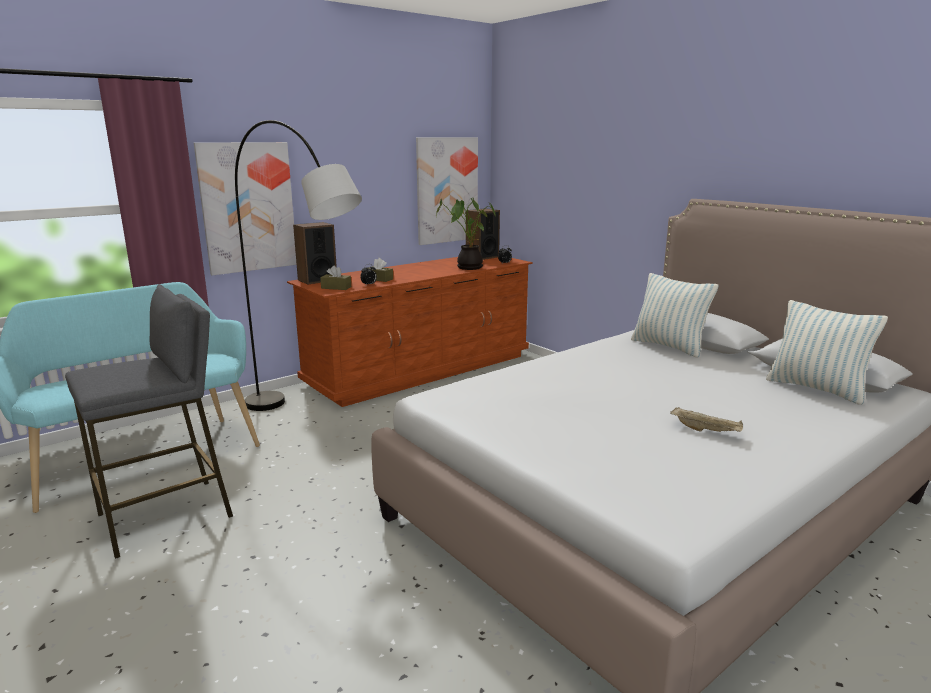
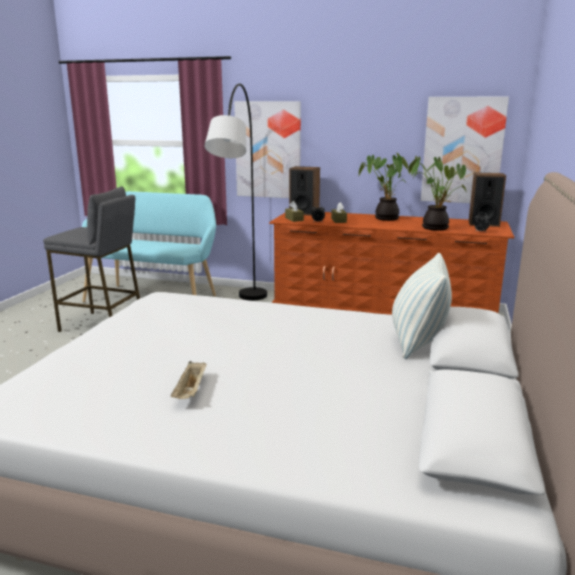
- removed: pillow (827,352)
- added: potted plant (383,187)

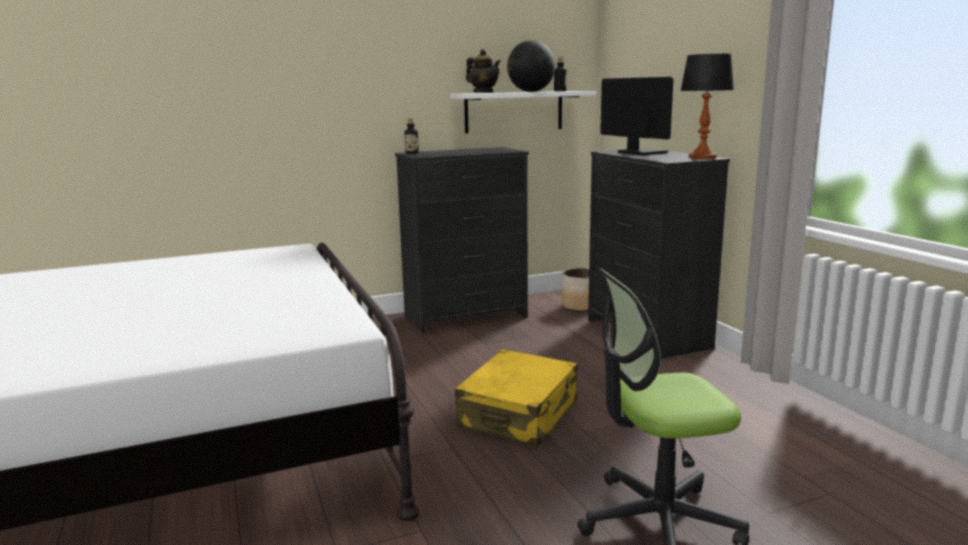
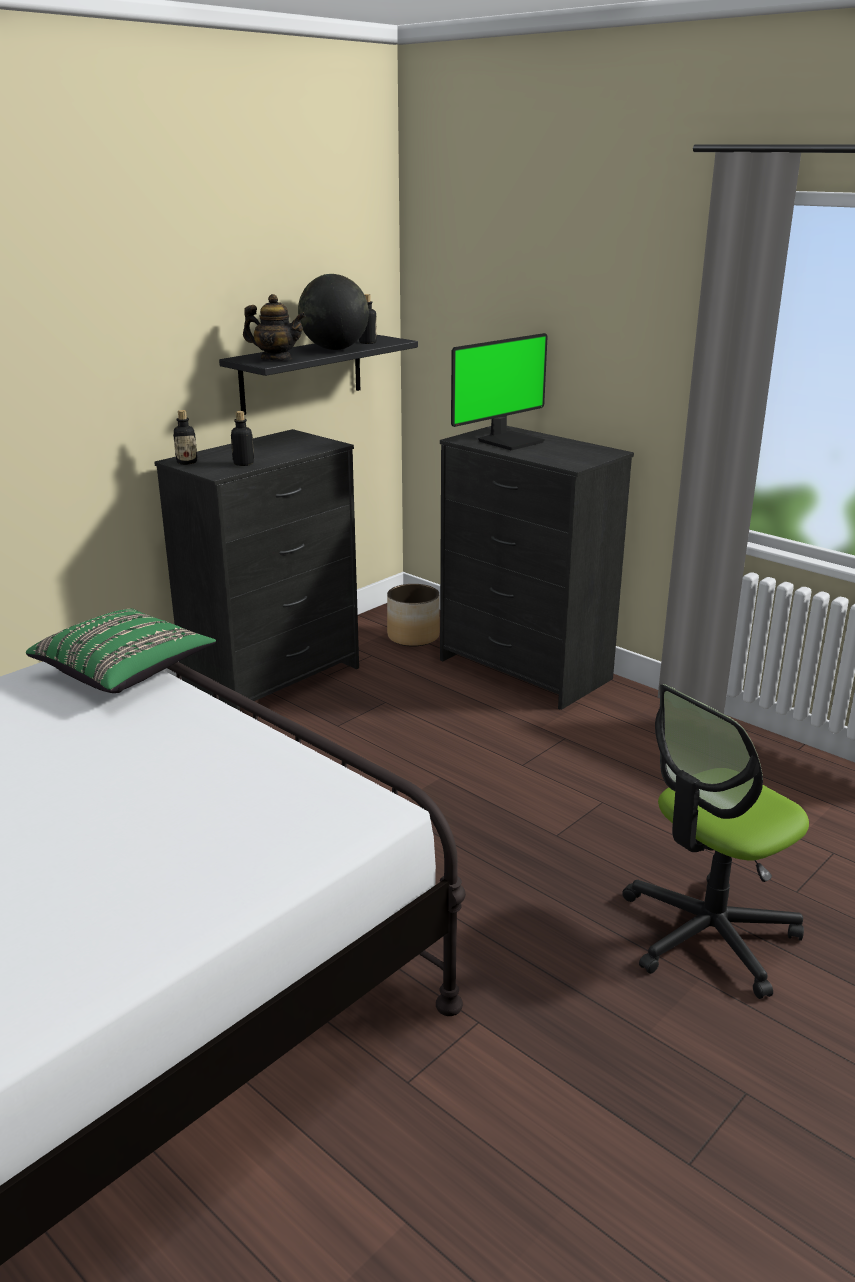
- removed: table lamp (707,106)
- turned: monitor (636,116) = (499,391) 105 degrees clockwise
- recoloured: white shelf (523,112) to black shelf (318,375)
- removed: yellow suitcase (516,398)
- added: bottle (242,438)
- added: green pillow (121,650)

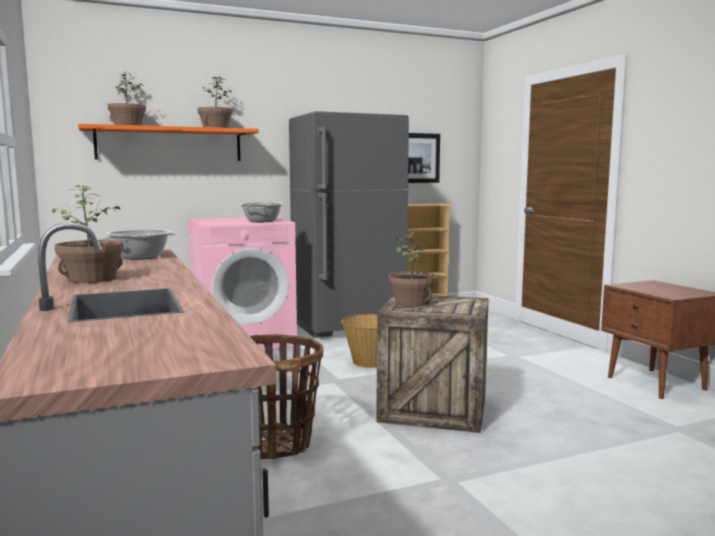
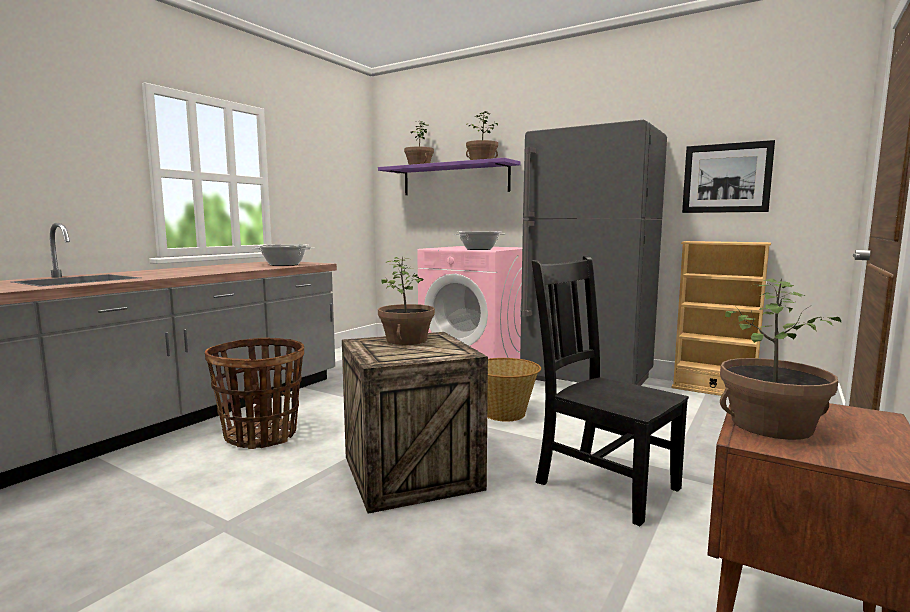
- recoloured: orange shelf (168,142) to purple shelf (449,176)
- moved: potted plant (88,234) to (781,359)
- added: black chair (610,391)

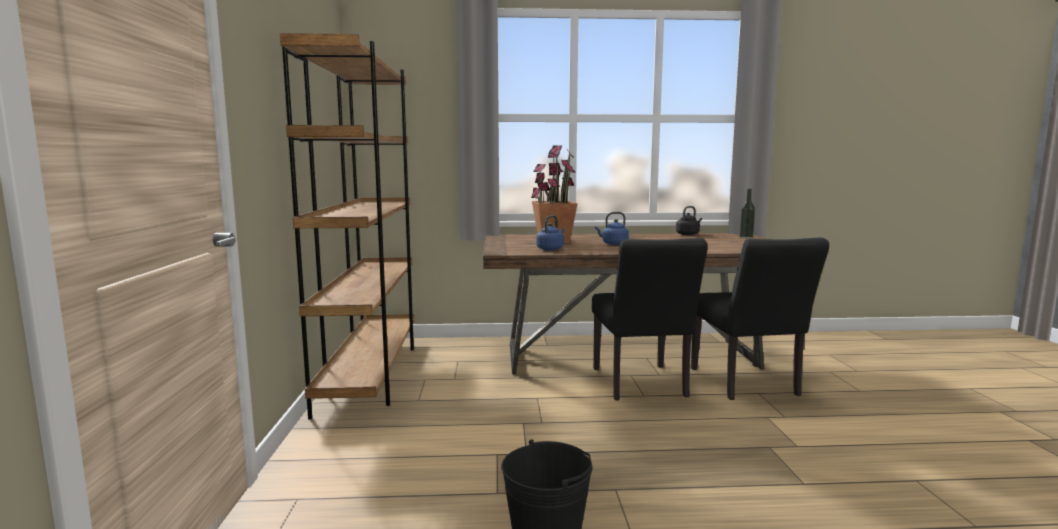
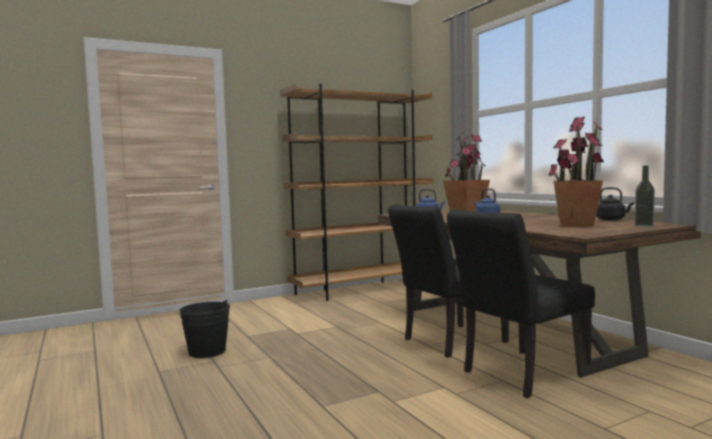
- added: potted plant (576,171)

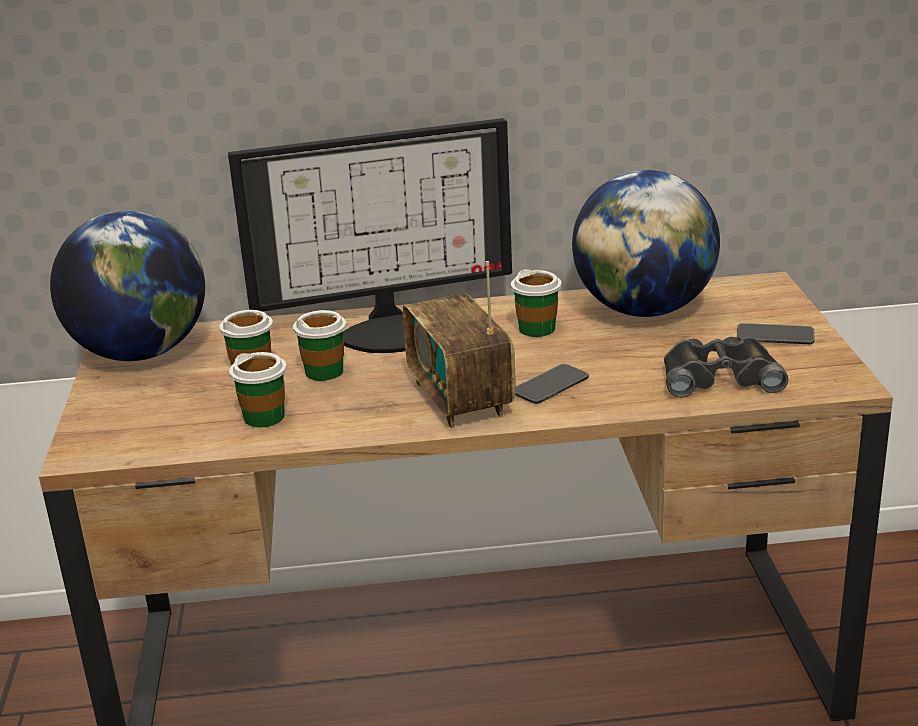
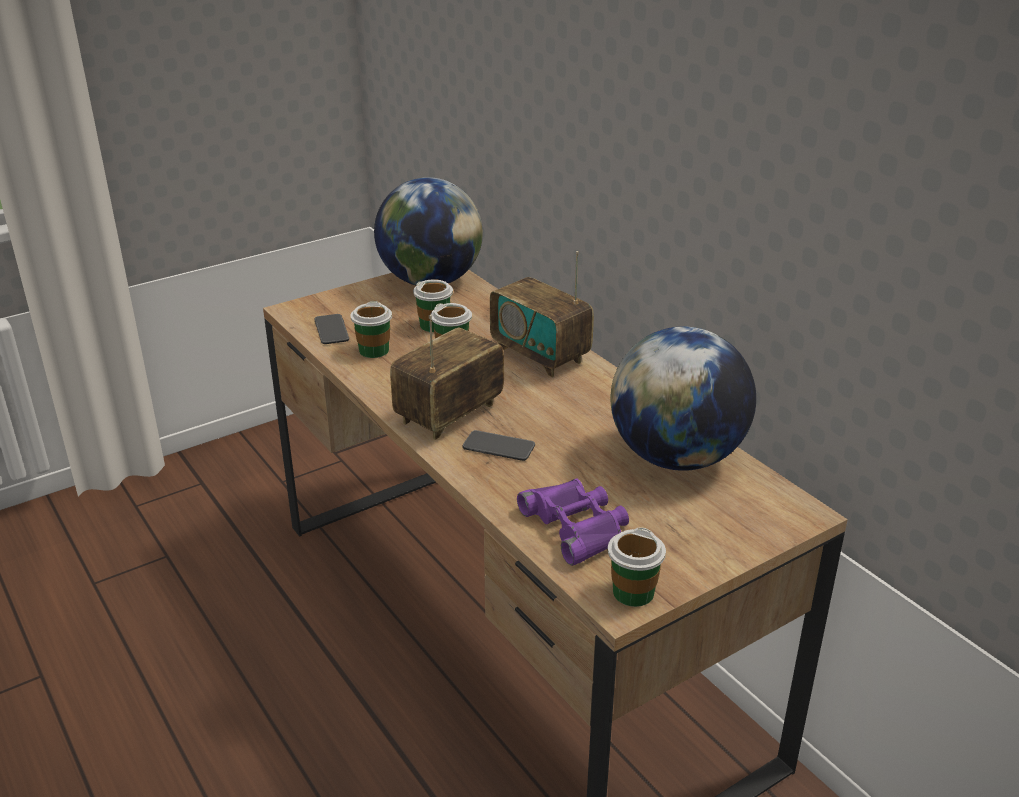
- replaced: monitor (370,235) to radio (542,314)
- moved: cup (536,303) to (637,567)
- moved: phone (776,333) to (331,329)
- recoloured: black binoculars (726,367) to purple binoculars (573,522)

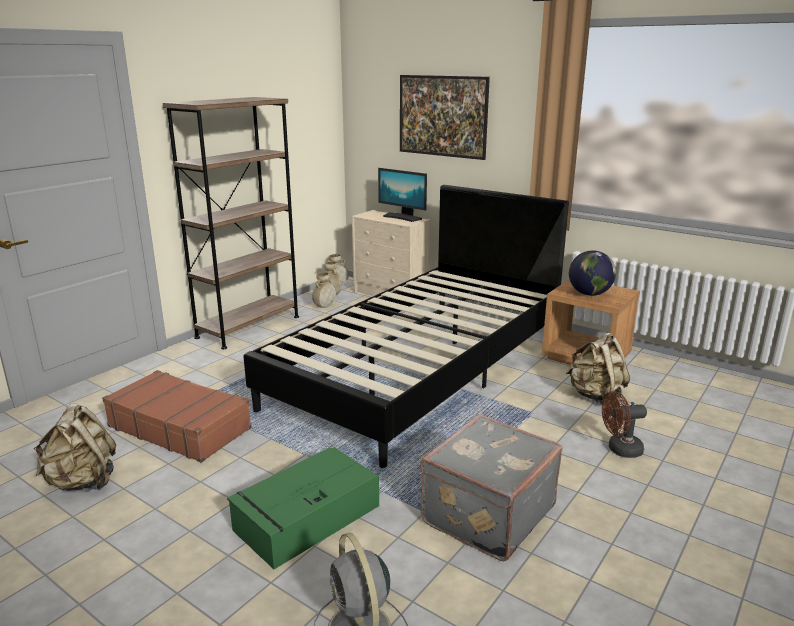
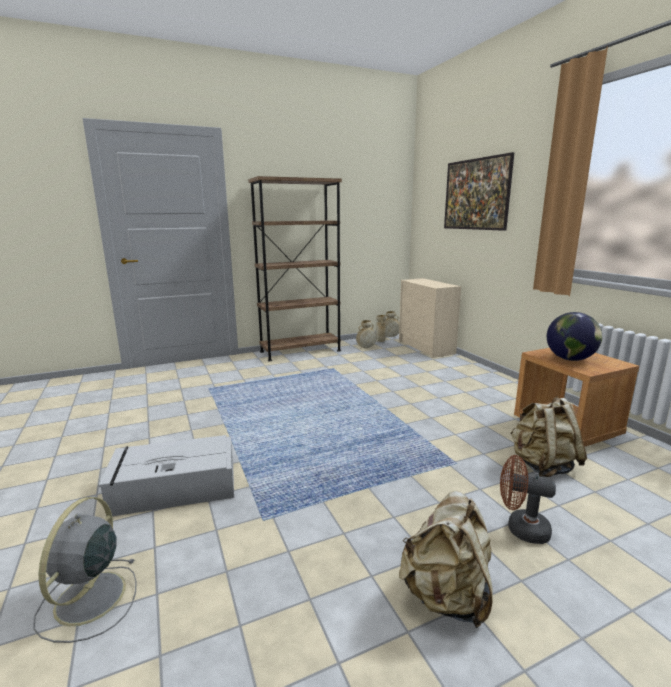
- removed: monitor (402,195)
- removed: black bed (406,326)
- removed: brown suitcase (177,416)
- moved: beige backpack (74,447) to (446,559)
- removed: grey suitcase (491,488)
- recoloured: green storage box (303,508) to grey storage box (166,475)

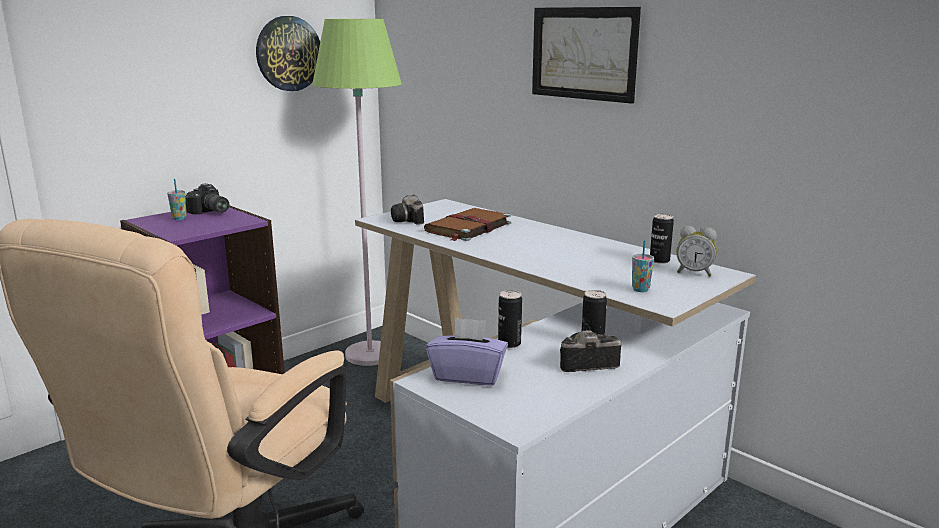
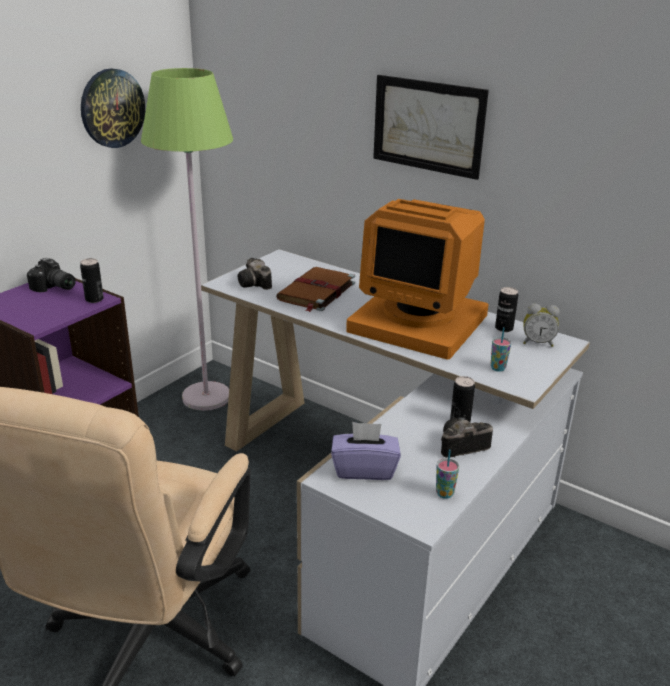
- moved: cup (177,199) to (447,474)
- moved: can (510,319) to (92,280)
- added: monitor (417,279)

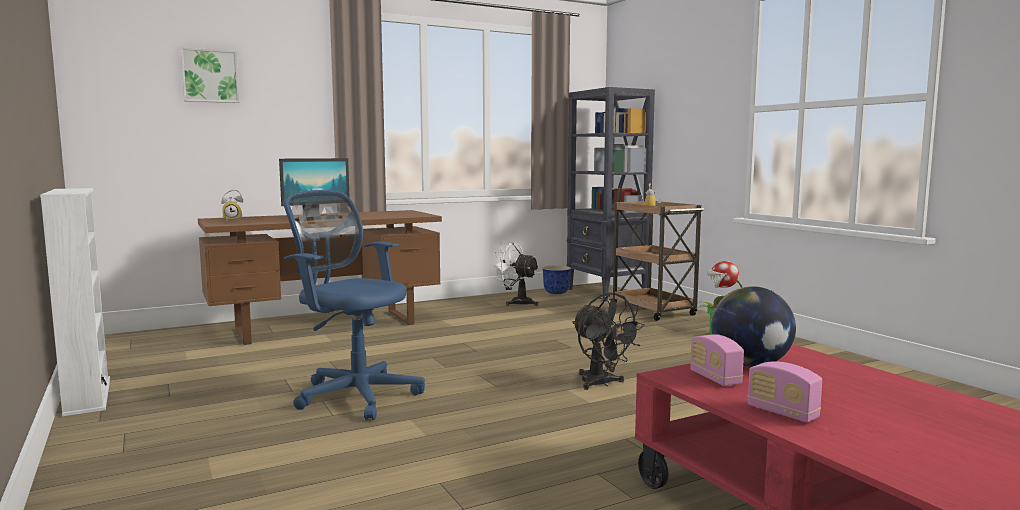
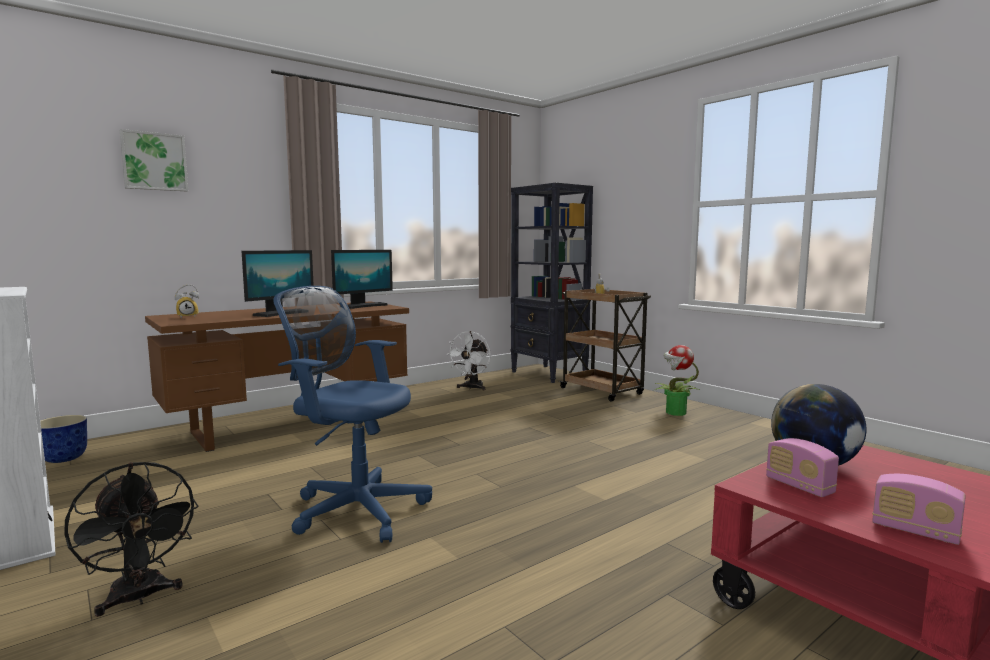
- turned: white fan (515,274) = (468,360) 90 degrees counterclockwise
- moved: planter (557,279) to (63,439)
- moved: black fan (608,341) to (131,539)
- added: monitor (362,279)

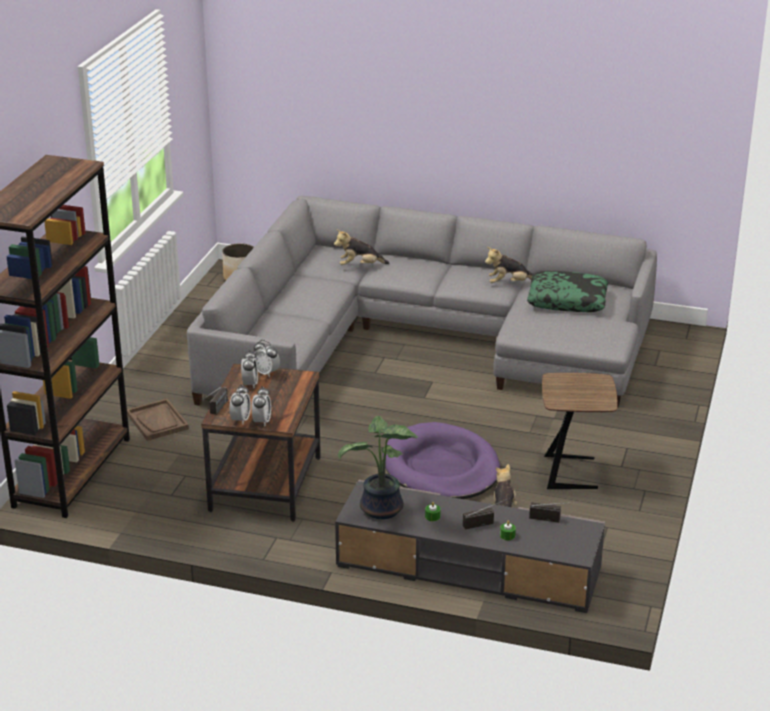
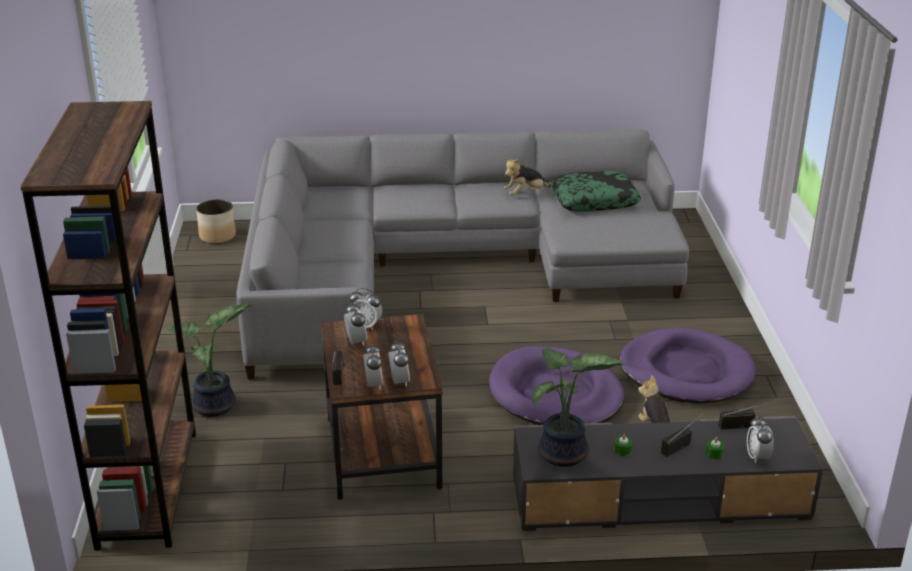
- removed: plush toy (361,247)
- replaced: brown side table (580,431) to purple dog bed (687,366)
- replaced: brown tray (158,420) to potted plant (210,360)
- added: alarm clock (760,440)

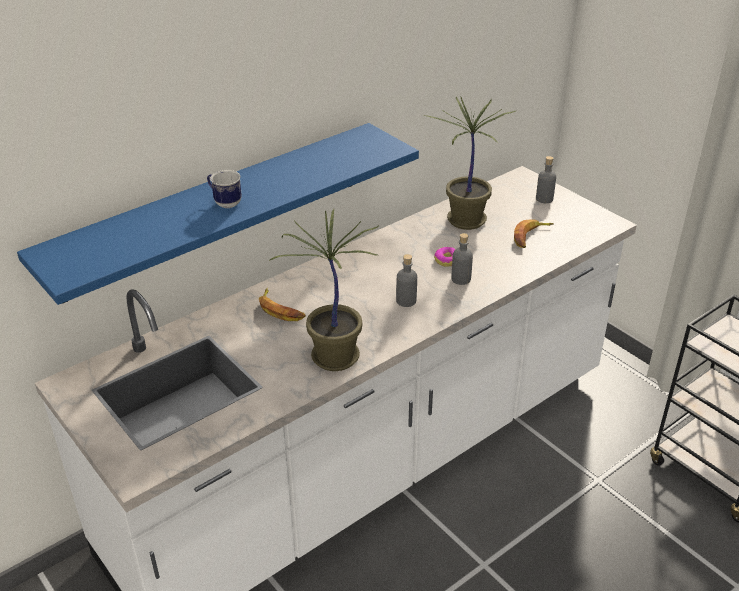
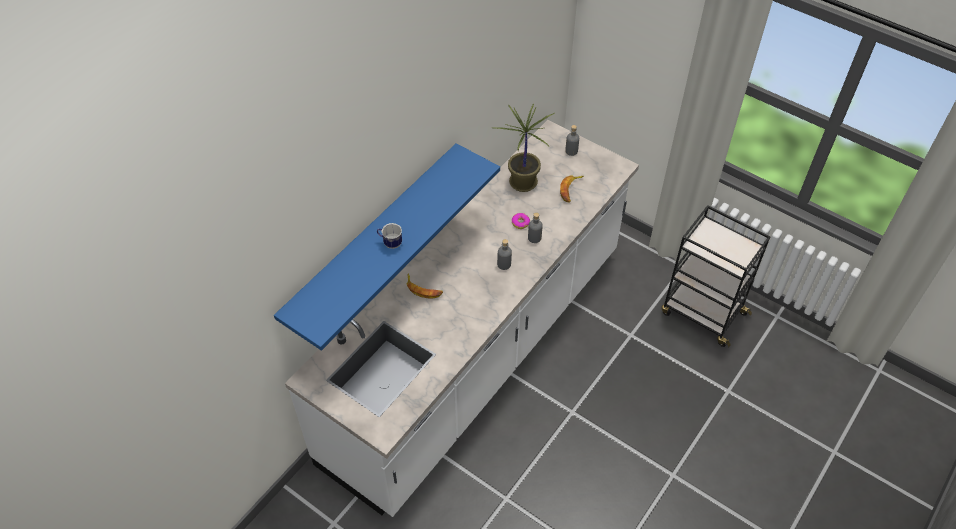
- removed: potted plant (323,290)

